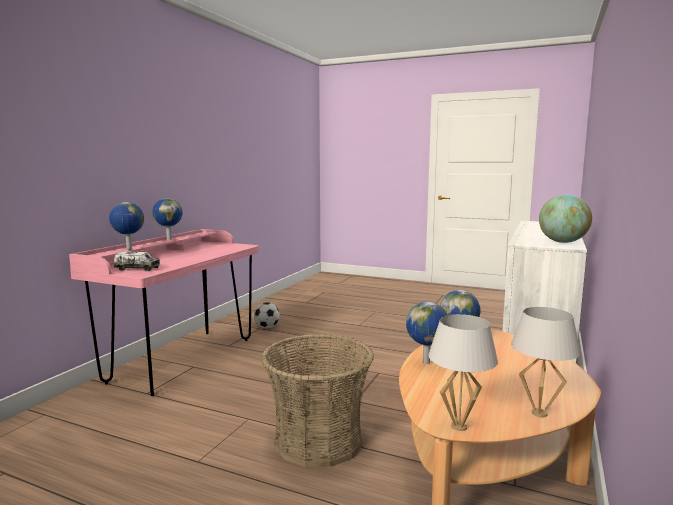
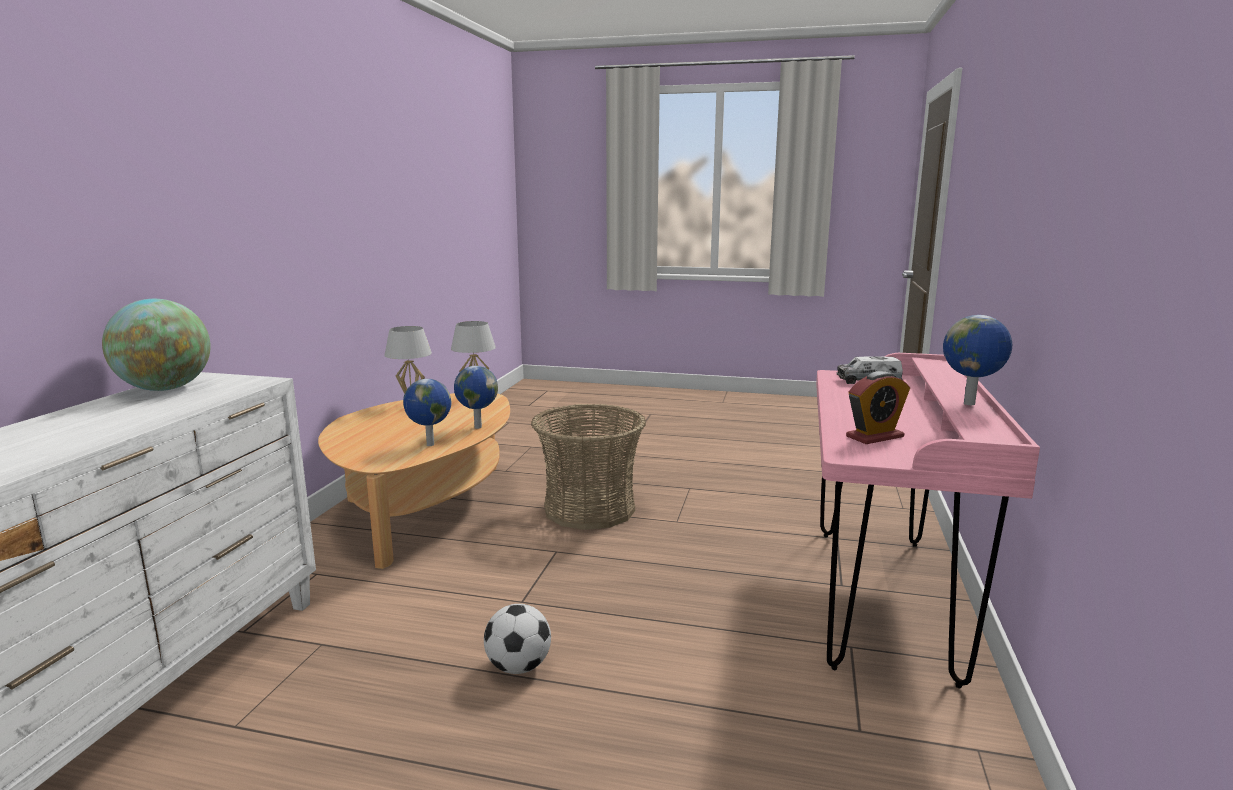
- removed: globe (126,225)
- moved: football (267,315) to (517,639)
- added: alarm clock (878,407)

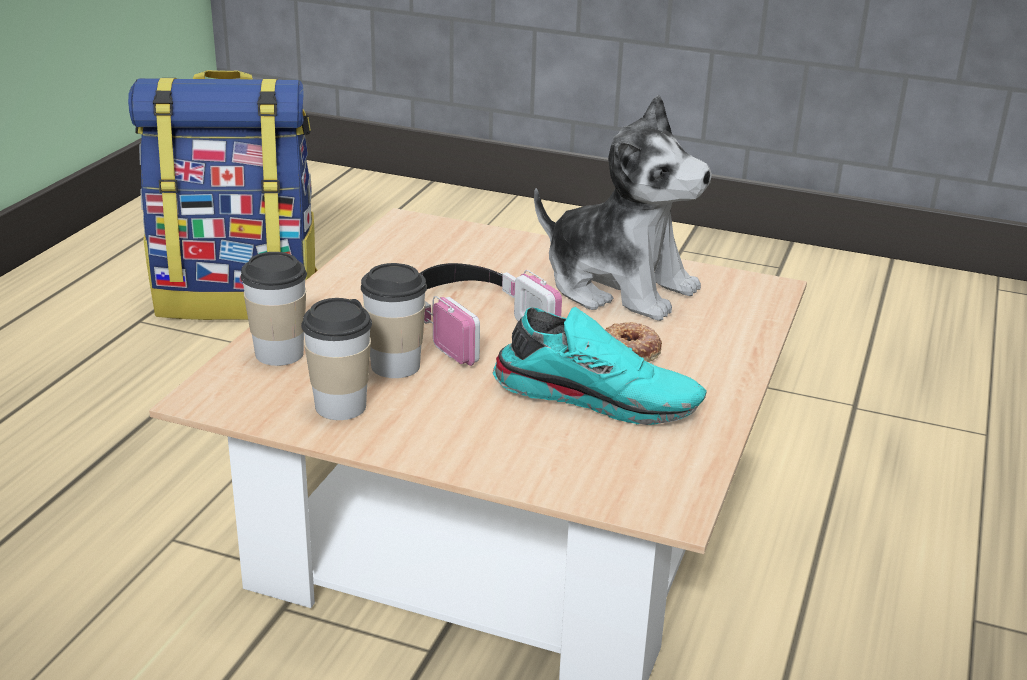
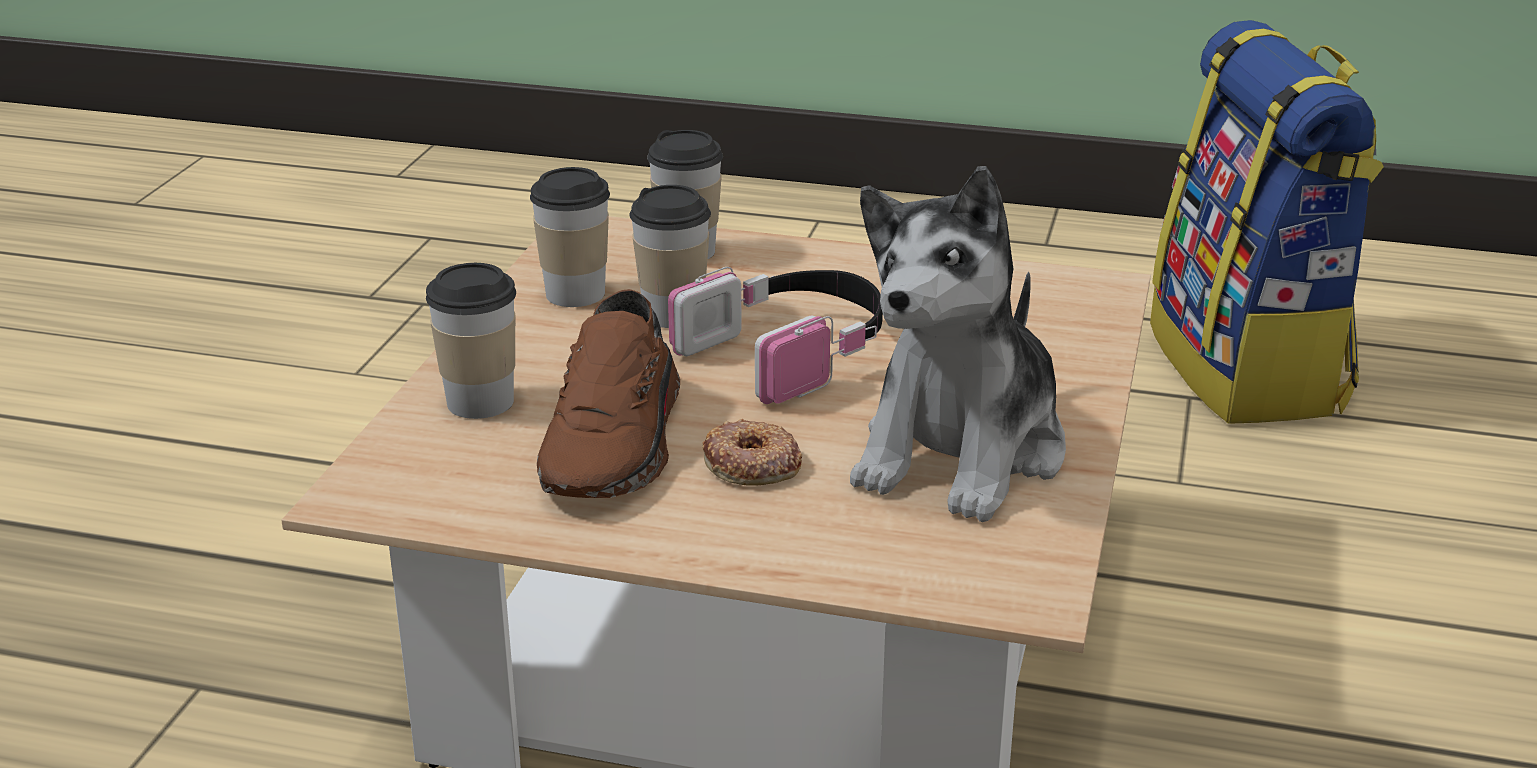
- recoloured: turquoise shoe (599,366) to brown shoe (608,393)
- added: cup (471,341)

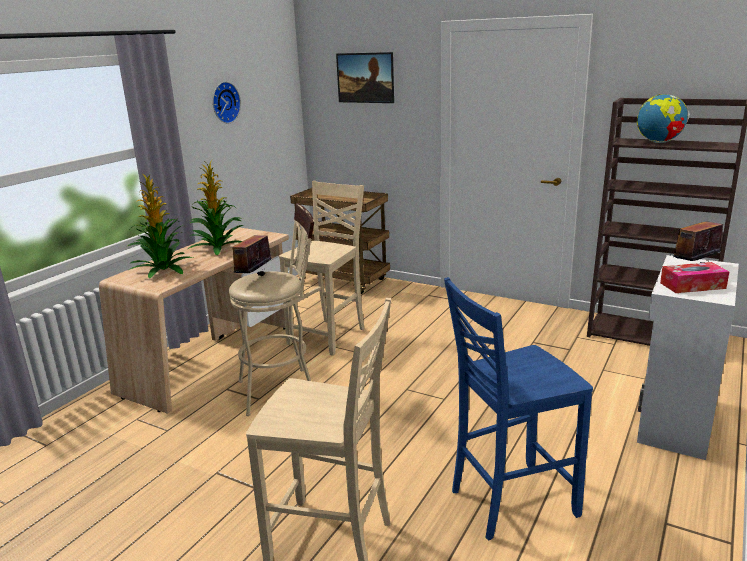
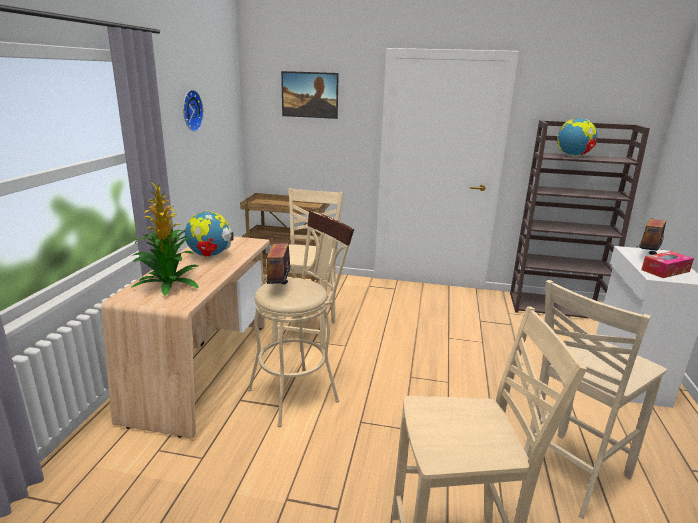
- replaced: potted plant (215,207) to globe (209,234)
- recoloured: blue chair (518,408) to beige chair (595,399)

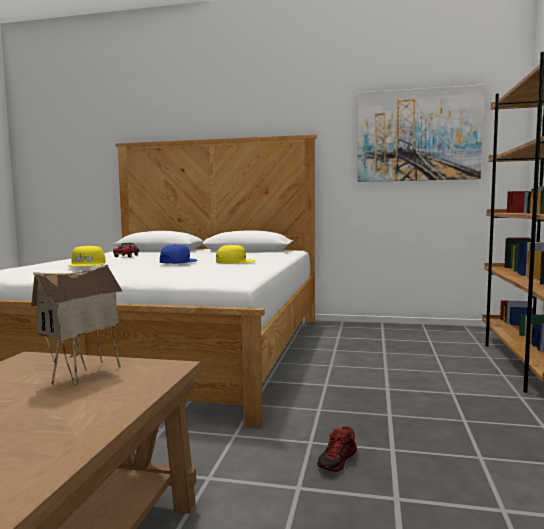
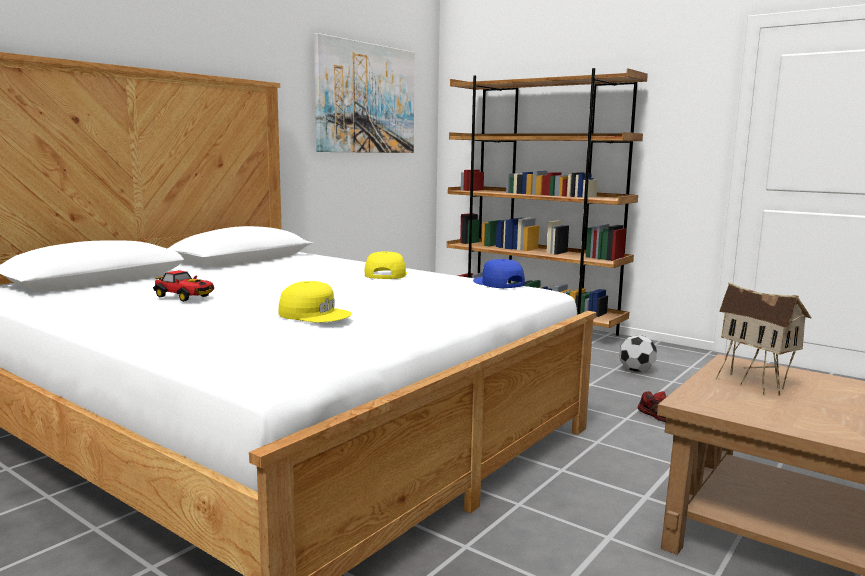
- moved: blue cap (178,254) to (499,273)
- added: football (638,353)

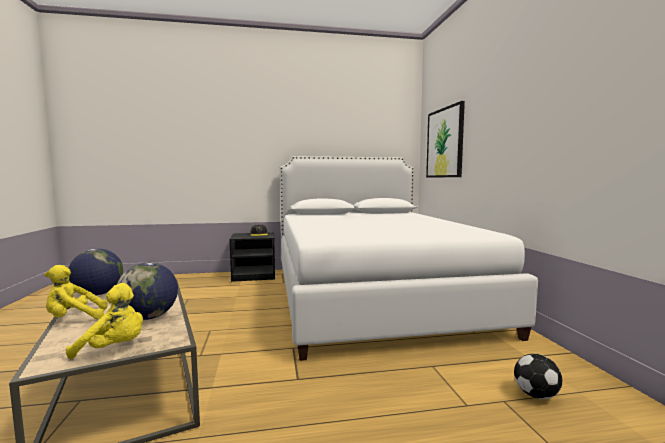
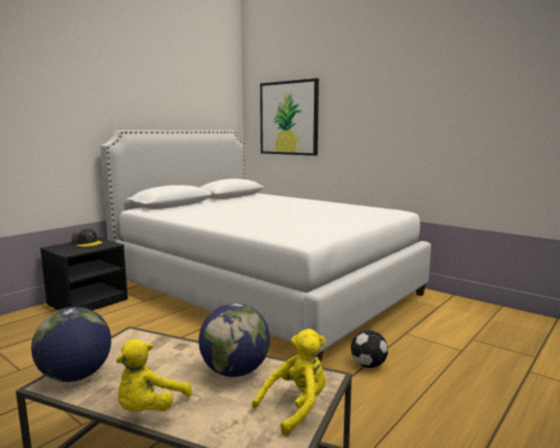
- moved: football (538,376) to (369,349)

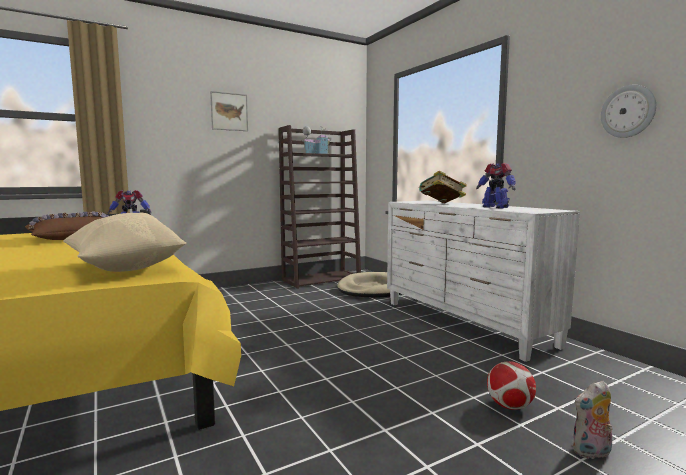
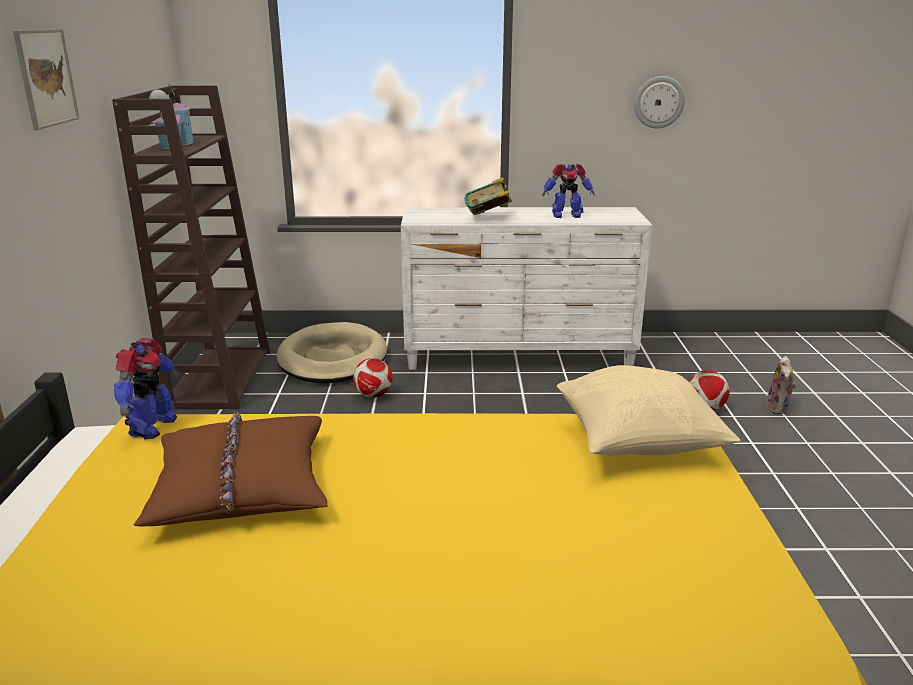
- added: football (373,378)

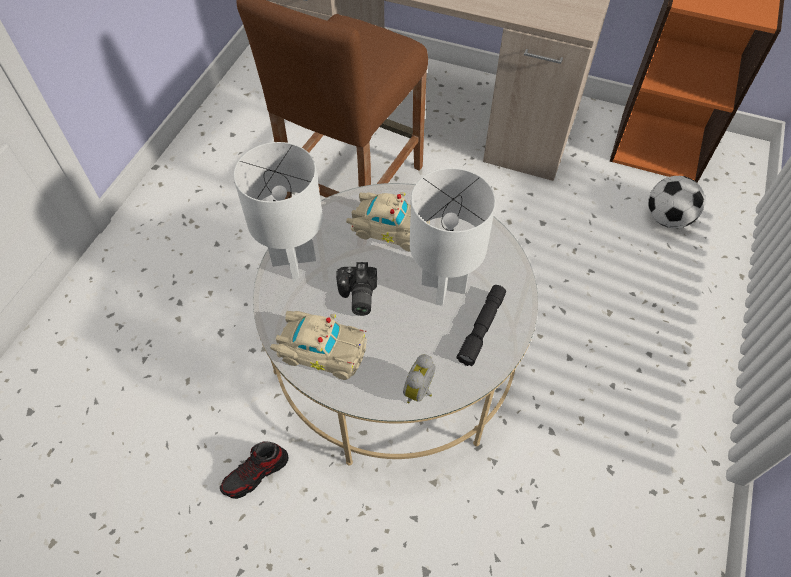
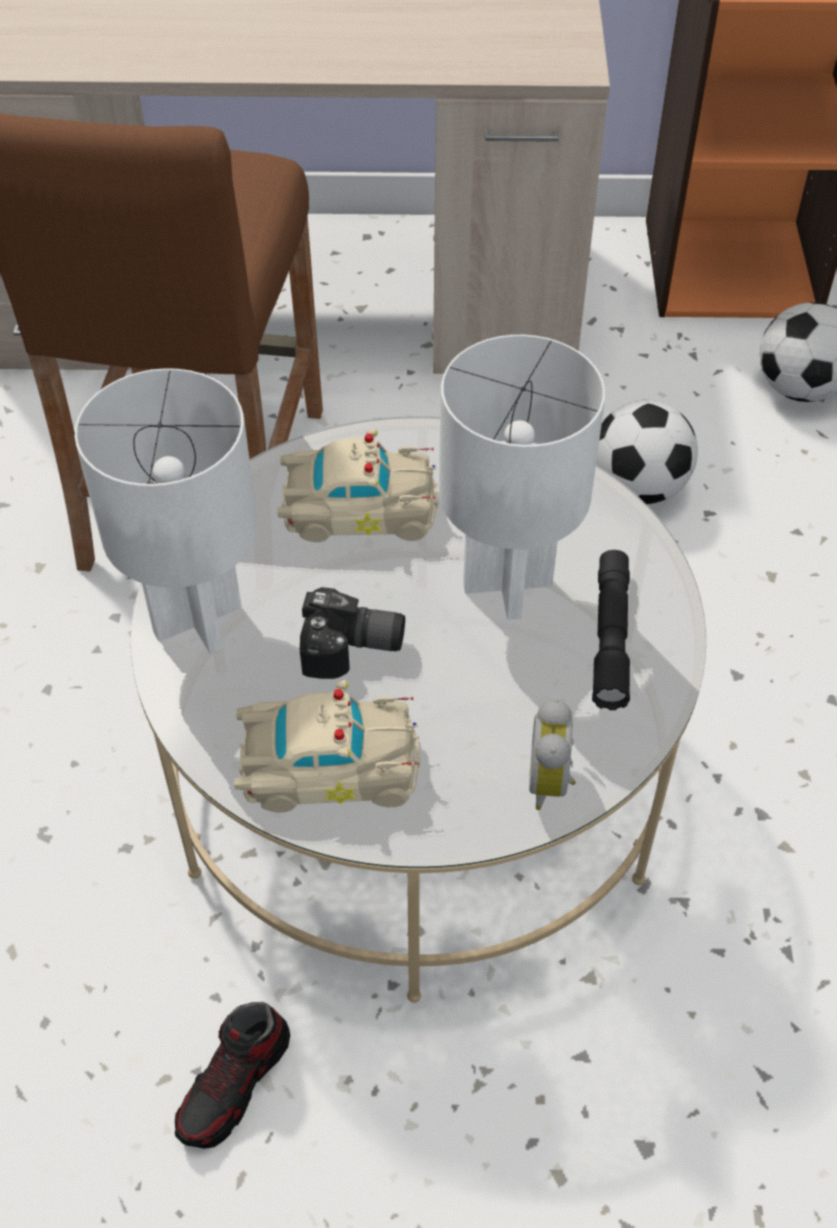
- turned: photo camera (356,289) = (352,633) 60 degrees counterclockwise
- added: football (647,452)

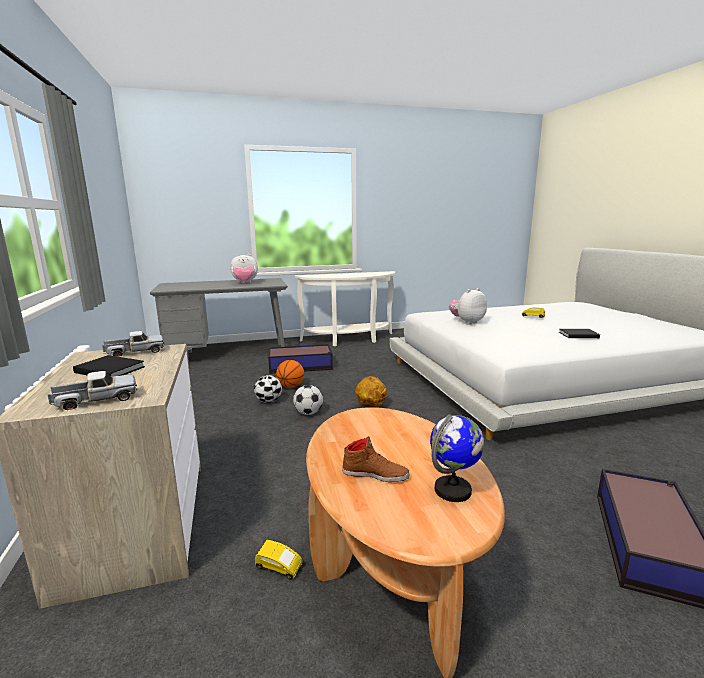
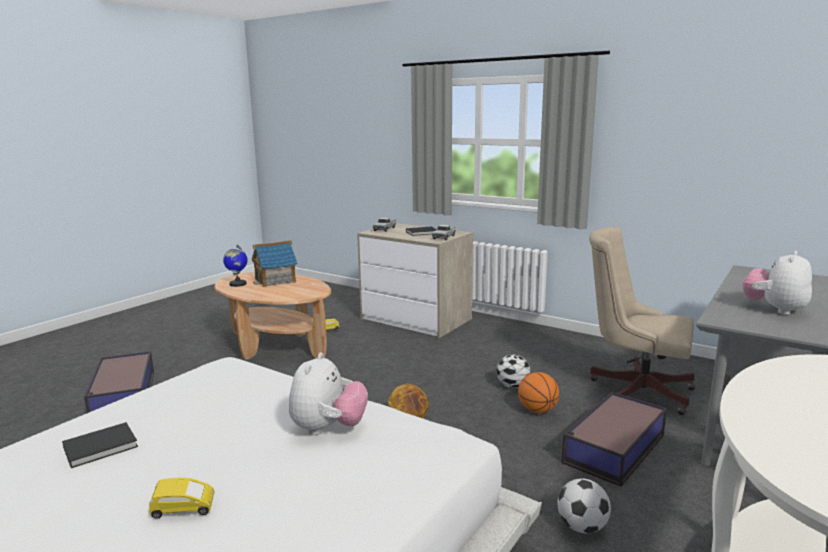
- moved: football (308,400) to (584,505)
- replaced: brown shoe (376,459) to toy house (275,263)
- added: beige office chair (642,321)

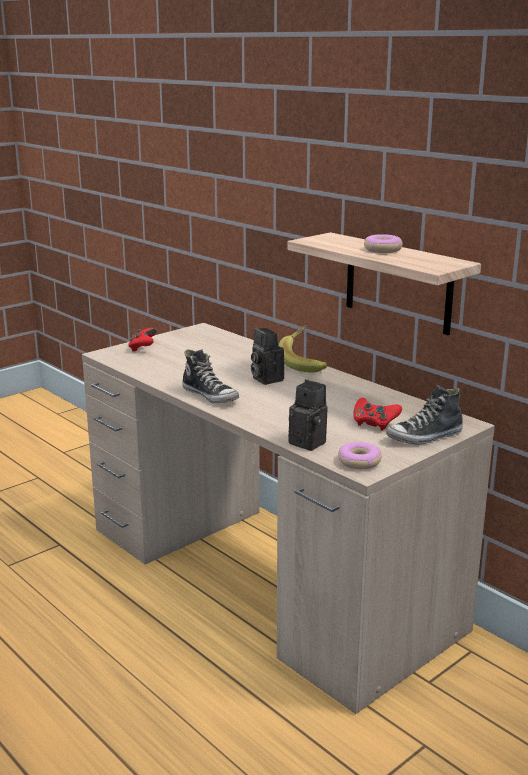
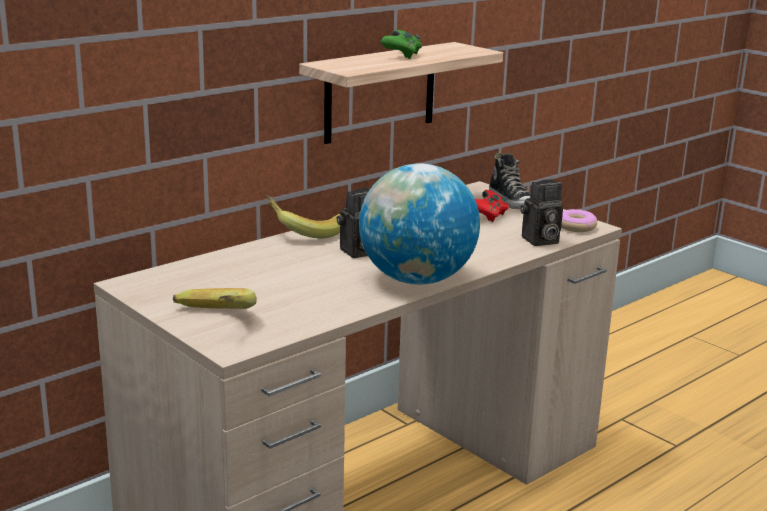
- replaced: donut (383,243) to green game controller (401,44)
- replaced: red game controller (142,339) to banana (215,298)
- replaced: shoe (210,376) to globe (419,224)
- turned: photo camera (308,415) = (542,213) 150 degrees counterclockwise

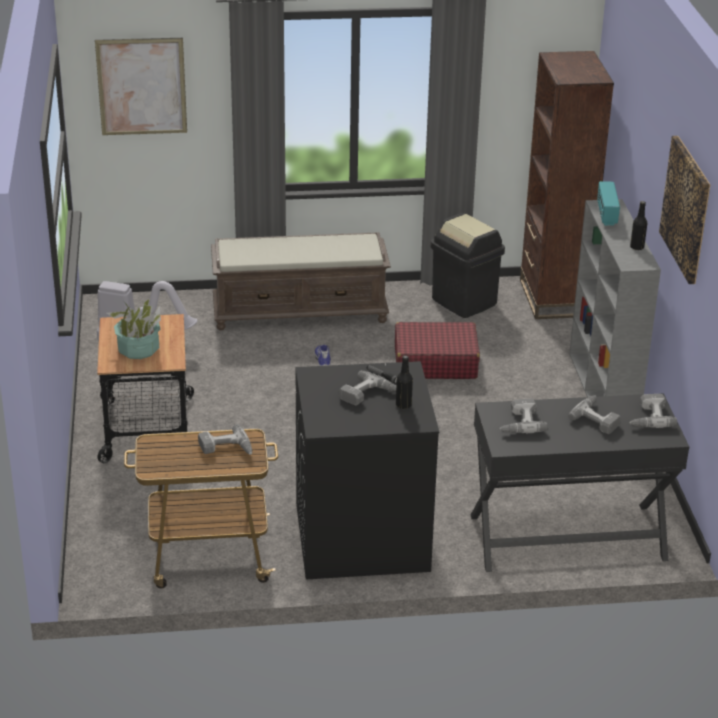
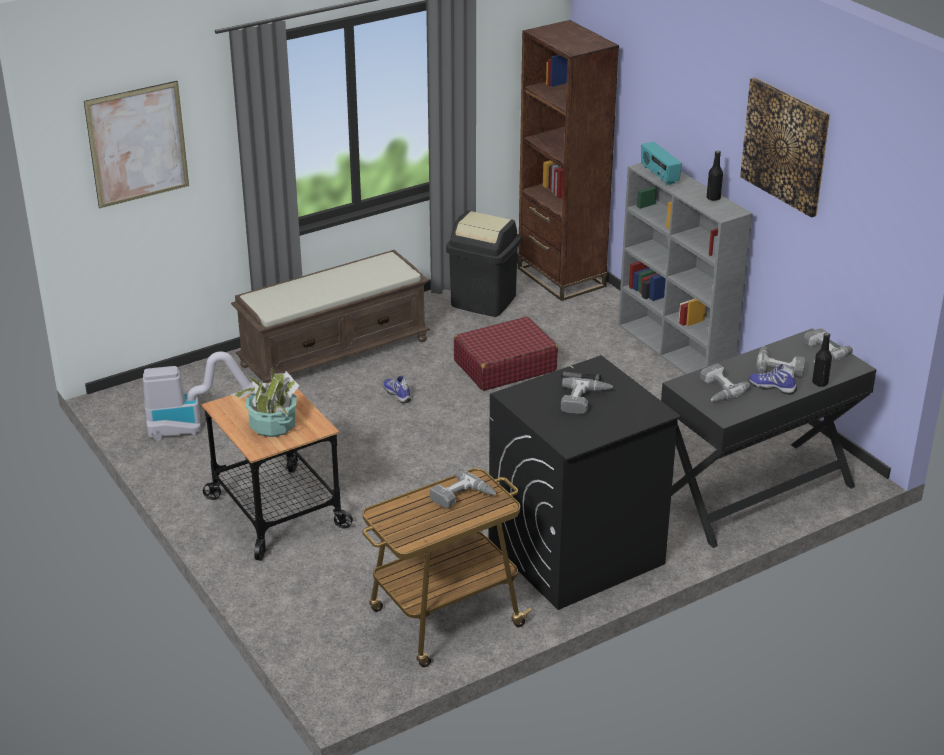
- moved: black bottle (404,382) to (822,359)
- added: shoe (773,379)

